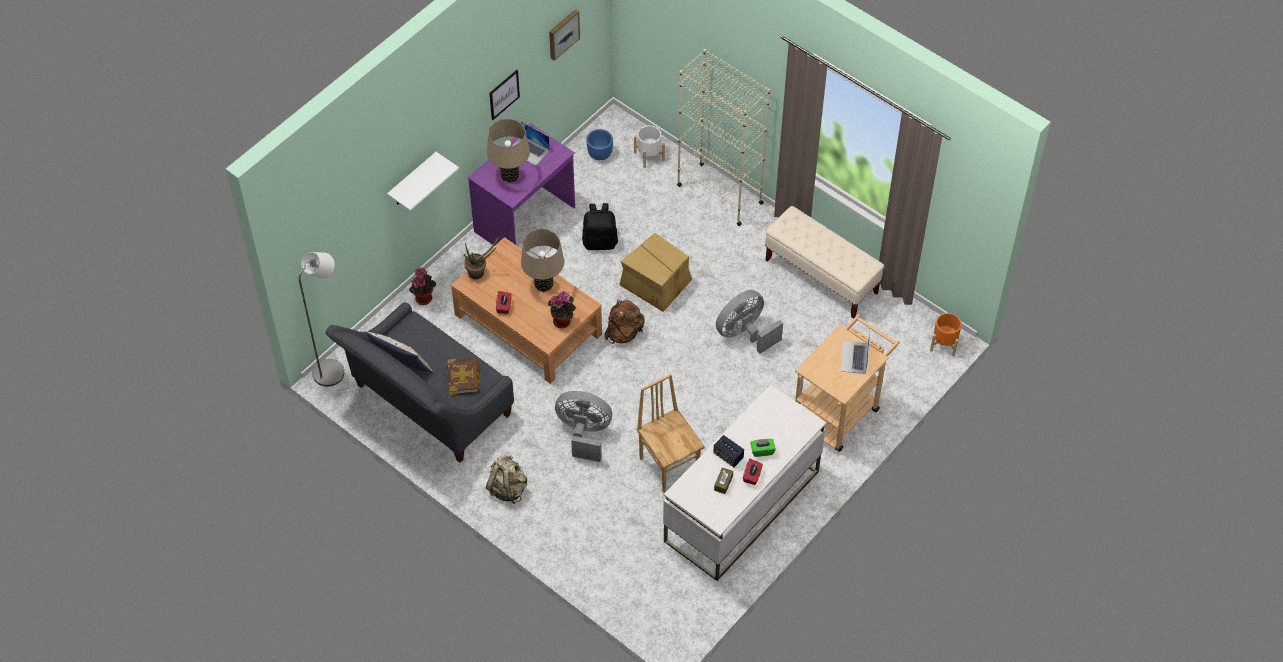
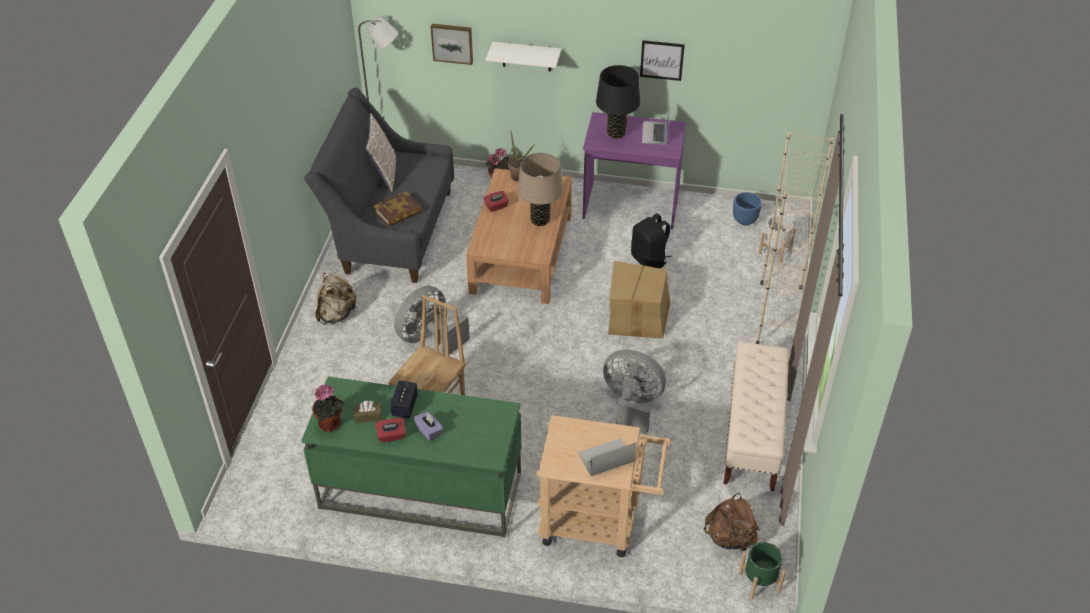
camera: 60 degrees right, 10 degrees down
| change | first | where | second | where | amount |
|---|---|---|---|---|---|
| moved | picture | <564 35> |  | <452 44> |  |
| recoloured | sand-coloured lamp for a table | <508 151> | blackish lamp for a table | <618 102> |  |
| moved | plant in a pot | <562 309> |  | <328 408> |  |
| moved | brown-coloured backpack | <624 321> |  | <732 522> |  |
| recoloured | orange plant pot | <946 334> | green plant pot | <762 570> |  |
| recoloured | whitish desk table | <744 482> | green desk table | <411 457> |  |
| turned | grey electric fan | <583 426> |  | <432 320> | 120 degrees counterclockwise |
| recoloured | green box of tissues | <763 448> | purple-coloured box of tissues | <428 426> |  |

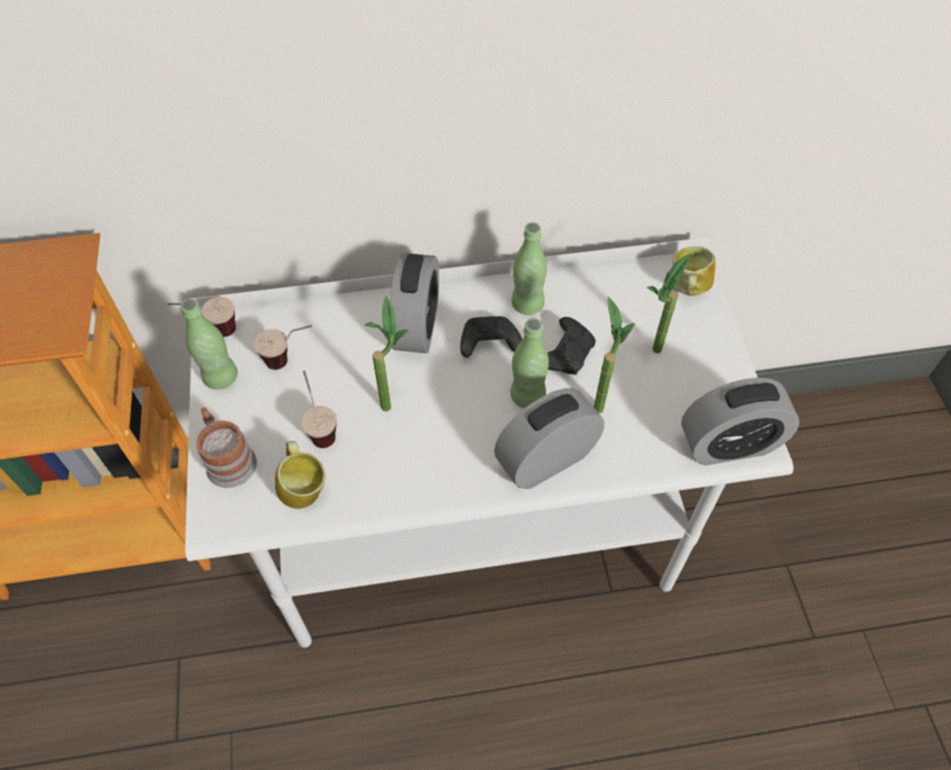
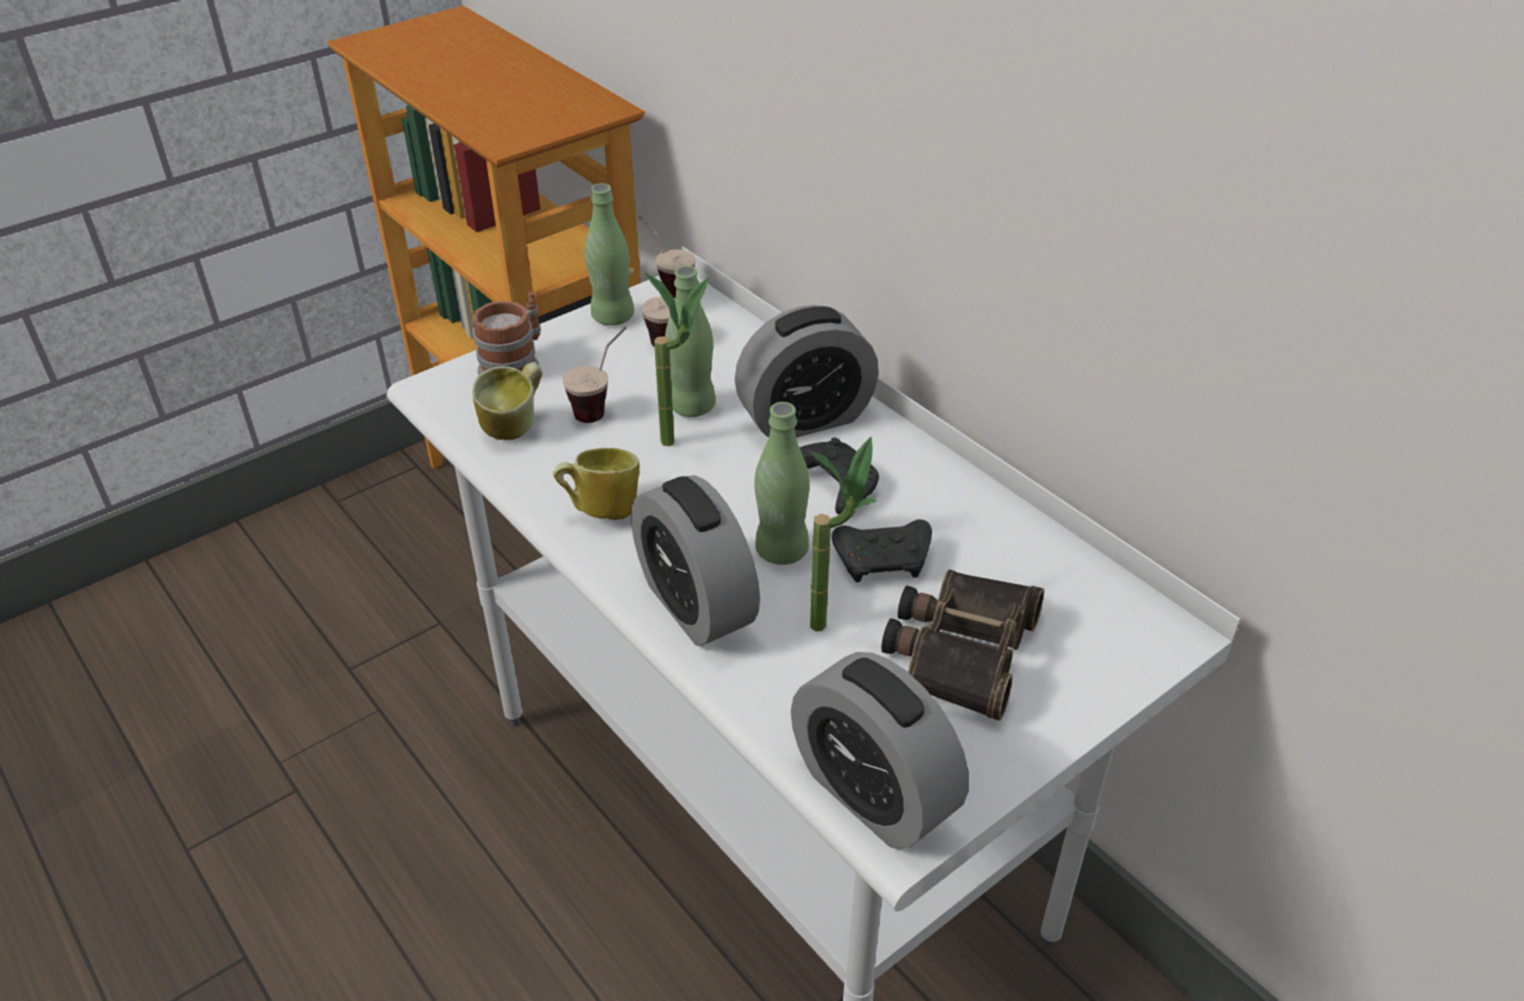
camera: 60 degrees right, 15 degrees down
| change | first | where | second | where | amount |
|---|---|---|---|---|---|
| moved | green beverage bottle | <529 268> |  | <690 341> |  |
| moved | coffee mug | <694 271> |  | <596 484> |  |
| replaced | plant in a pot | <668 303> | pair of binoculars | <962 645> |  |
| turned | table clock | <549 438> |  | <695 560> | 150 degrees counterclockwise |

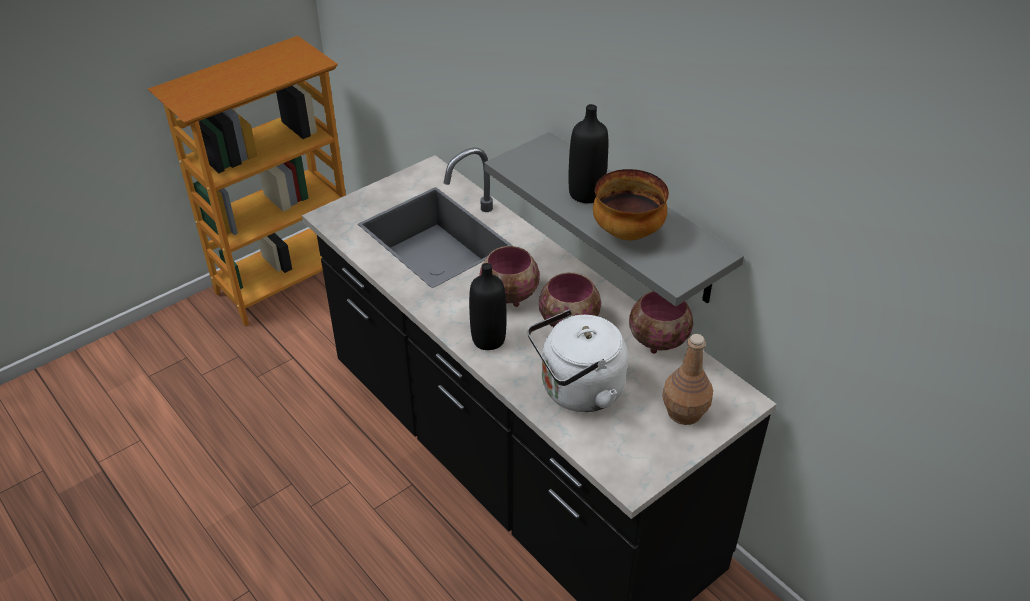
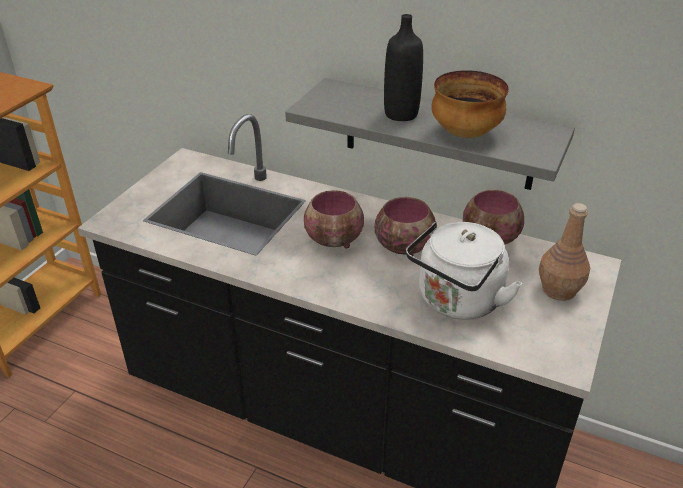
camera: 25 degrees left, 5 degrees down
| change | first | where | second | where | amount |
|---|---|---|---|---|---|
| removed | blackish beverage bottle | <488 306> |  |  |  |

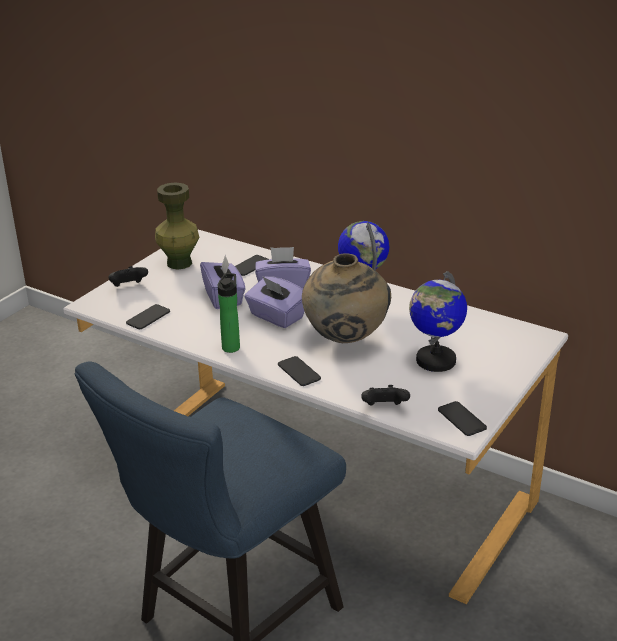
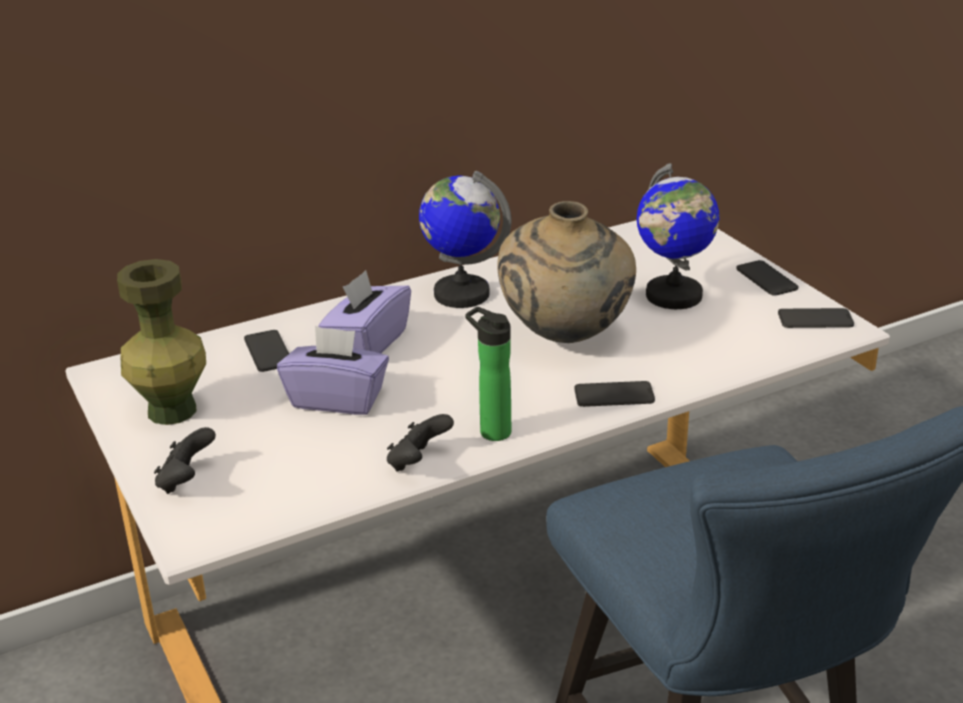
camera: 60 degrees left, 0 degrees up
| change | first | where | second | where | amount |
|---|---|---|---|---|---|
| removed | purple-coloured box of tissues | <274 302> |  |  |  |
| moved | phone | <148 316> |  | <767 278> |  |
| moved | blackish game controller | <385 395> |  | <420 443> |  |

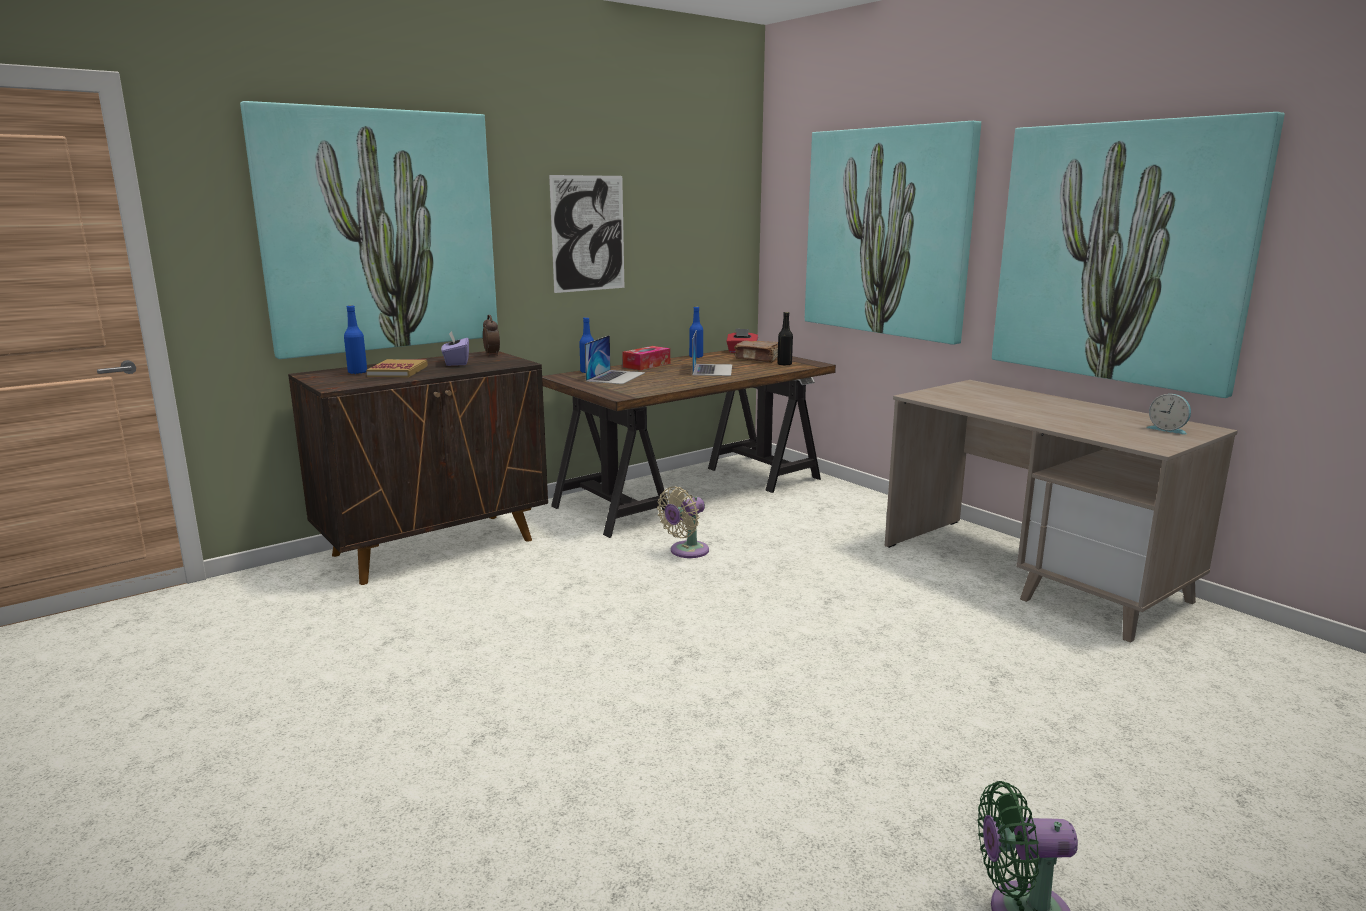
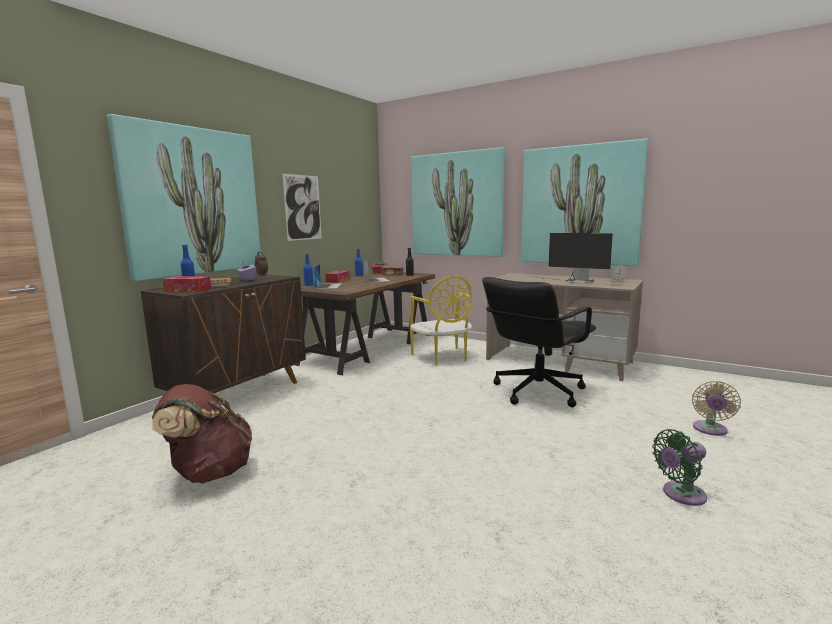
camera: 20 degrees left, 5 degrees down
| change | first | where | second | where | amount |
|---|---|---|---|---|---|
| moved | sand-coloured electric fan | <683 522> |  | <716 408> |  |
| added |  |  | computer screen | <576 258> |  |
| added |  |  | box of tissues | <187 284> |  |
| added |  |  | yellowish plain chair | <441 320> |  |
| added |  |  | blackish desk chair | <539 342> |  |
| added |  |  | brown-coloured backpack | <202 433> |  |

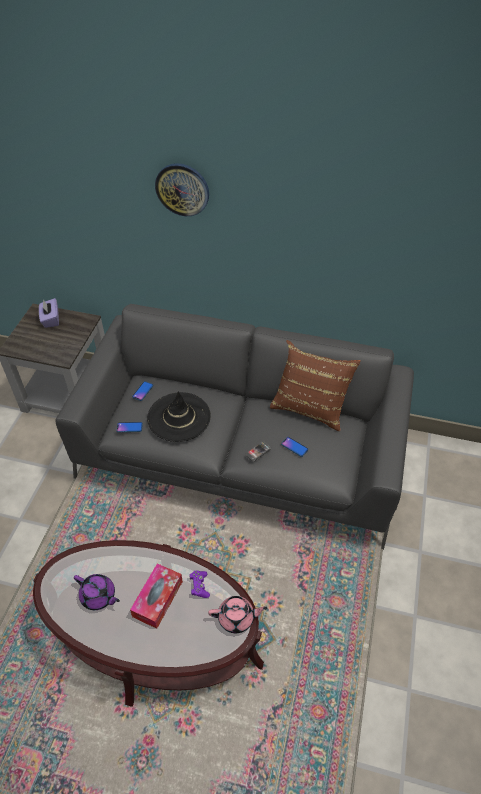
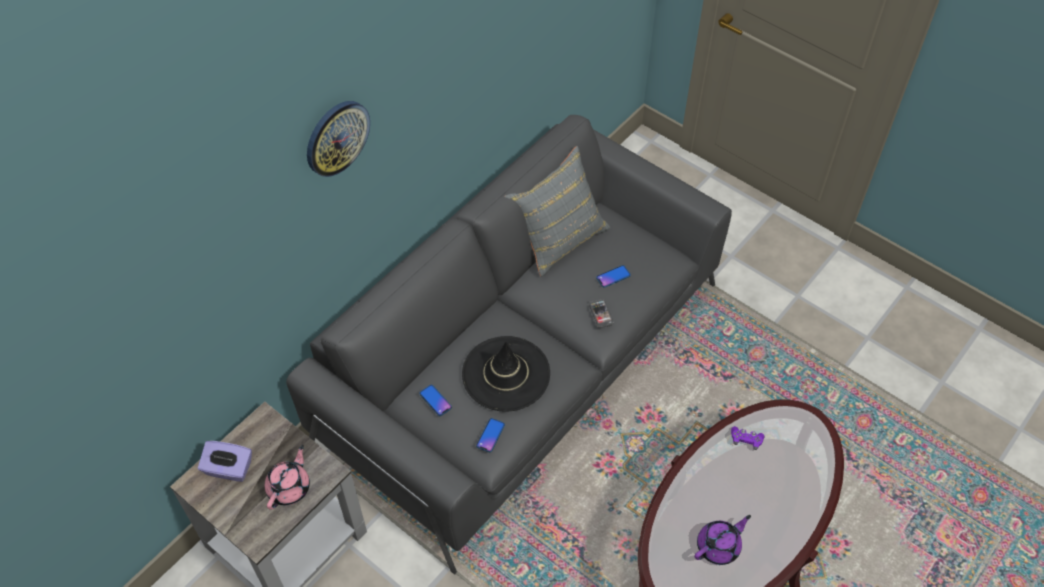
camera: 65 degrees left, 5 degrees up
| change | first | where | second | where | amount |
|---|---|---|---|---|---|
| recoloured | brown-coloured throw pillow | <315 385> | grey throw pillow | <557 211> |  |
| removed | box of tissues | <156 596> |  |  |  |
| moved | pinkish pot for tea | <238 614> |  | <287 477> |  |

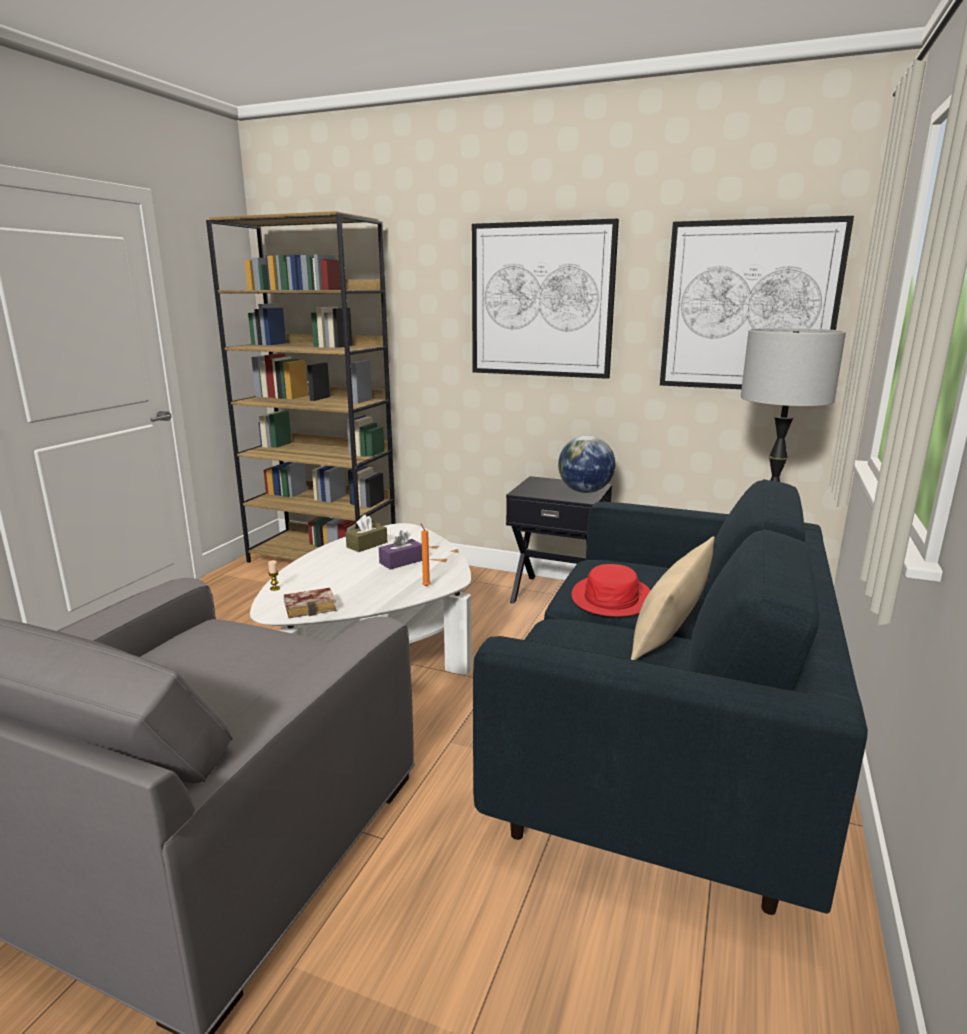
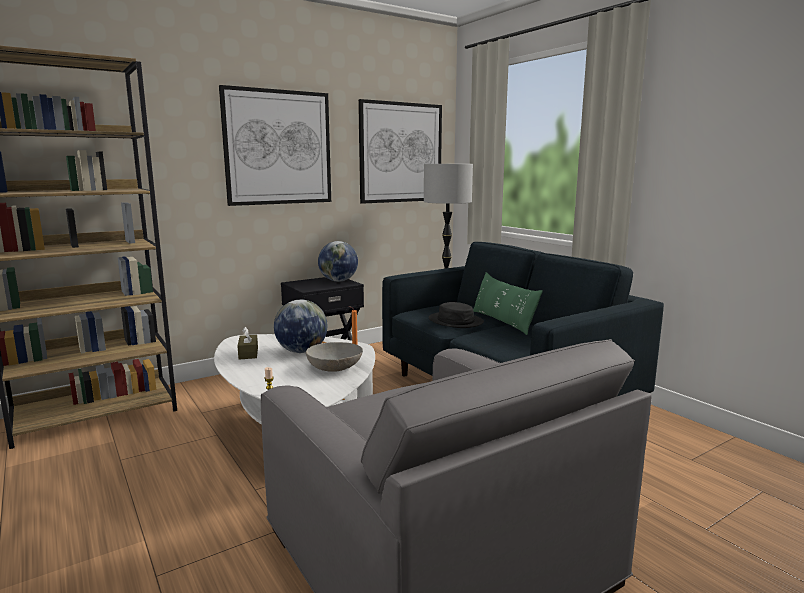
camera: 55 degrees left, 5 degrees down
| change | first | where | second | where | amount |
|---|---|---|---|---|---|
| replaced | purple-coloured box of tissues | <400 549> | globe | <300 326> |  |
| recoloured | sand-coloured throw pillow | <673 598> | green throw pillow | <508 303> |  |
| recoloured | red wearable hat | <611 590> | blackish wearable hat | <456 315> |  |
| removed | volume | <310 603> |  |  |  |
| added |  |  | grey serving bowl | <334 357> |  |

